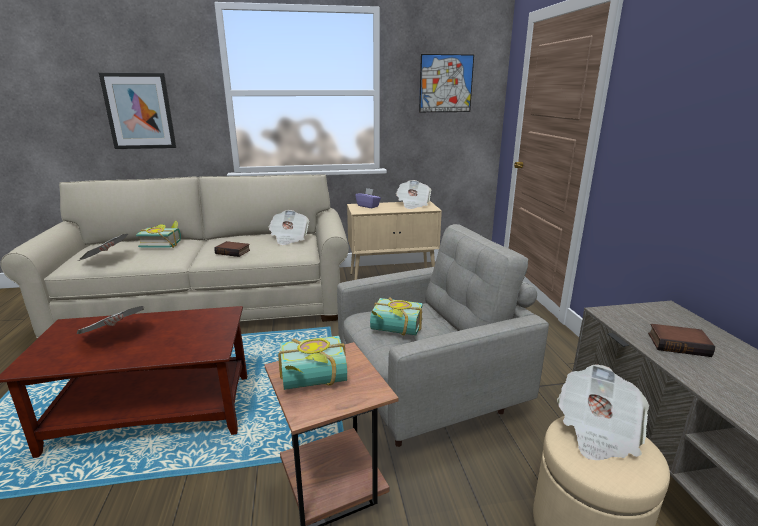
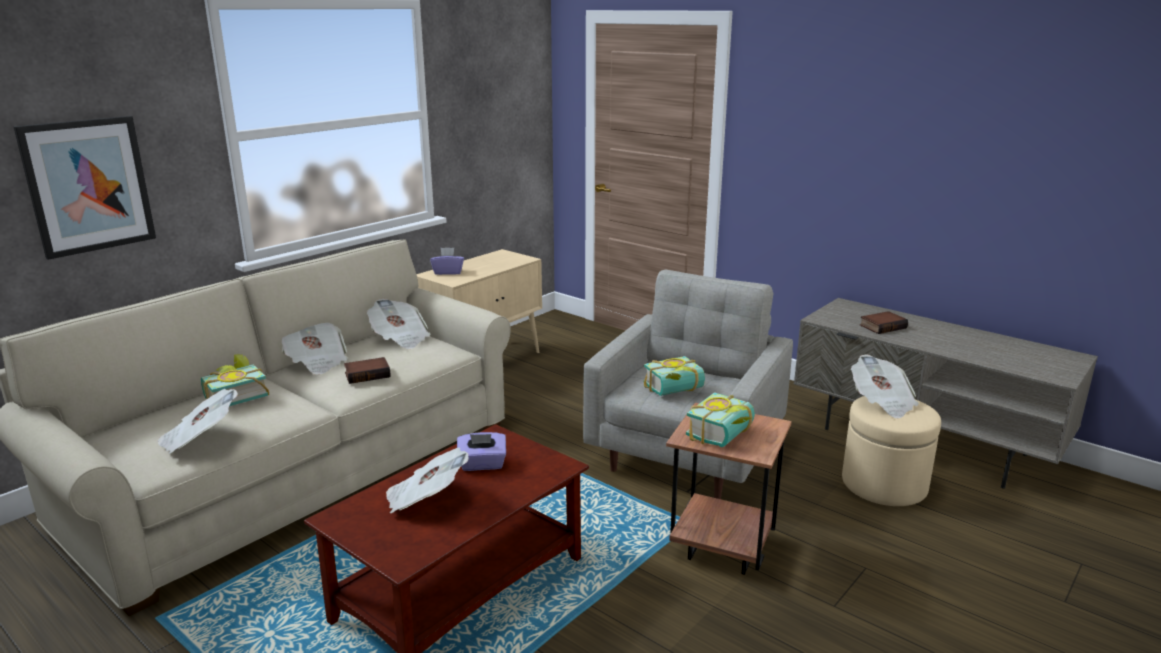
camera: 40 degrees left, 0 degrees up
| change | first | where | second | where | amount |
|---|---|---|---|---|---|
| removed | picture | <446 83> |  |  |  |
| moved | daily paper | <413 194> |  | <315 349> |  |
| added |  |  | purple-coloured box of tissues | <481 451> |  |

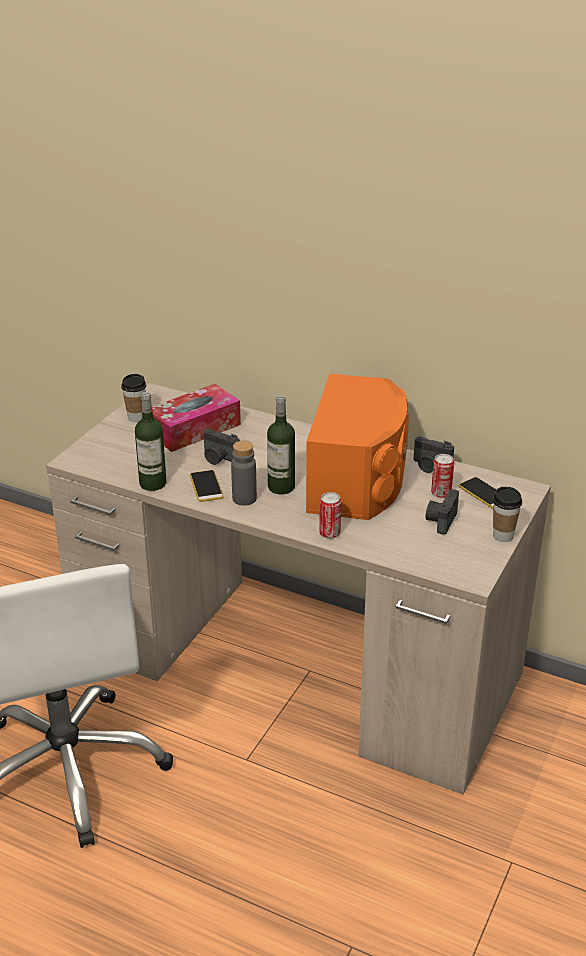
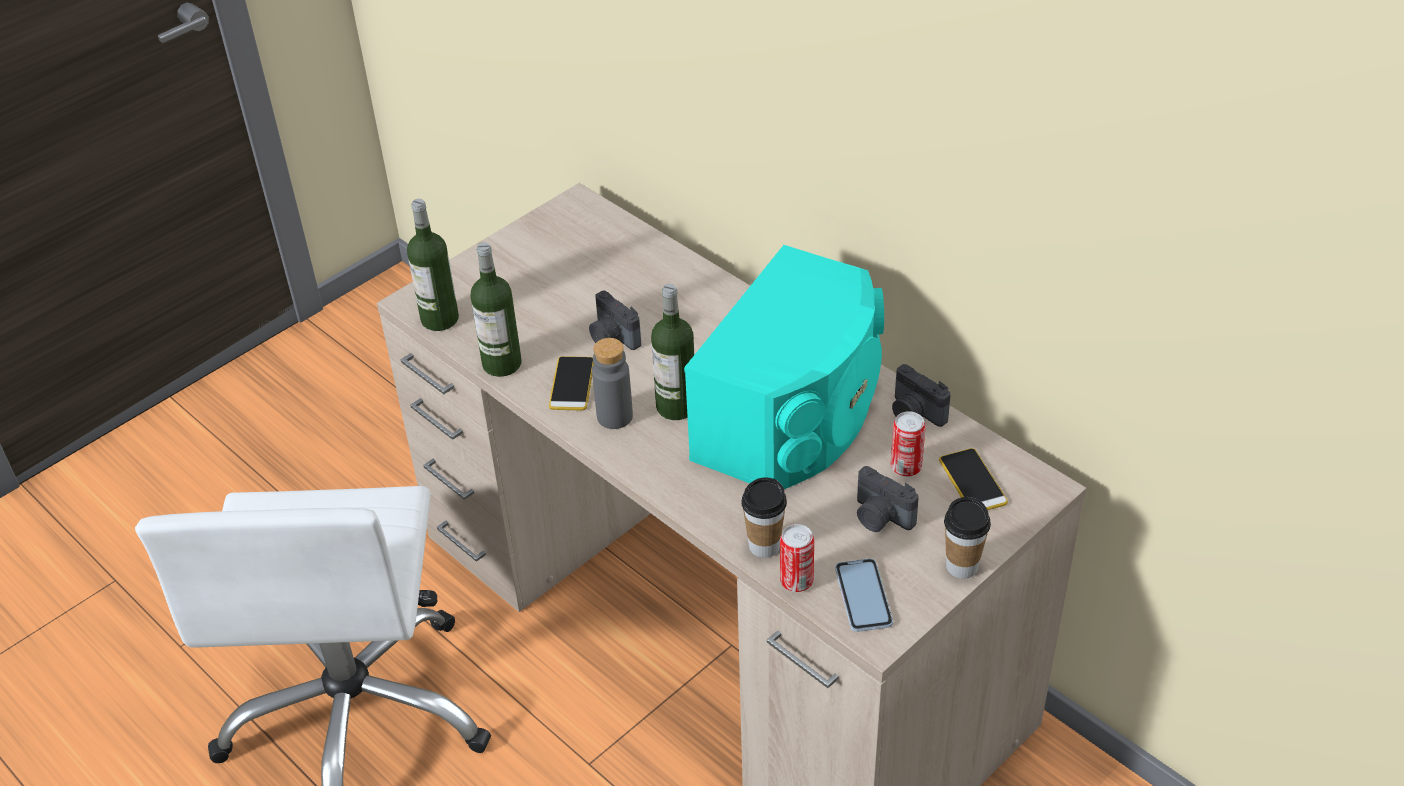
camera: 20 degrees right, 10 degrees up
| change | first | where | second | where | amount |
|---|---|---|---|---|---|
| moved | cup | <133 398> |  | <764 518> |  |
| recoloured | orange speaker | <357 447> | turquoise-coloured speaker | <784 367> |  |
| removed | box of tissues | <196 418> |  |  |  |
| turned | photo camera | <442 512> |  | <888 499> | 90 degrees counterclockwise |
| moved | metal can | <330 515> |  | <797 558> |  |
| added |  |  | beverage bottle | <433 265> |  |
| added |  |  | phone | <864 595> |  |

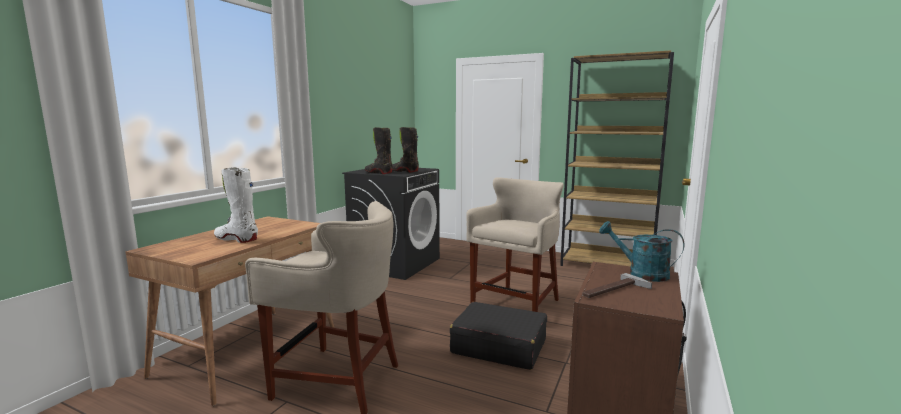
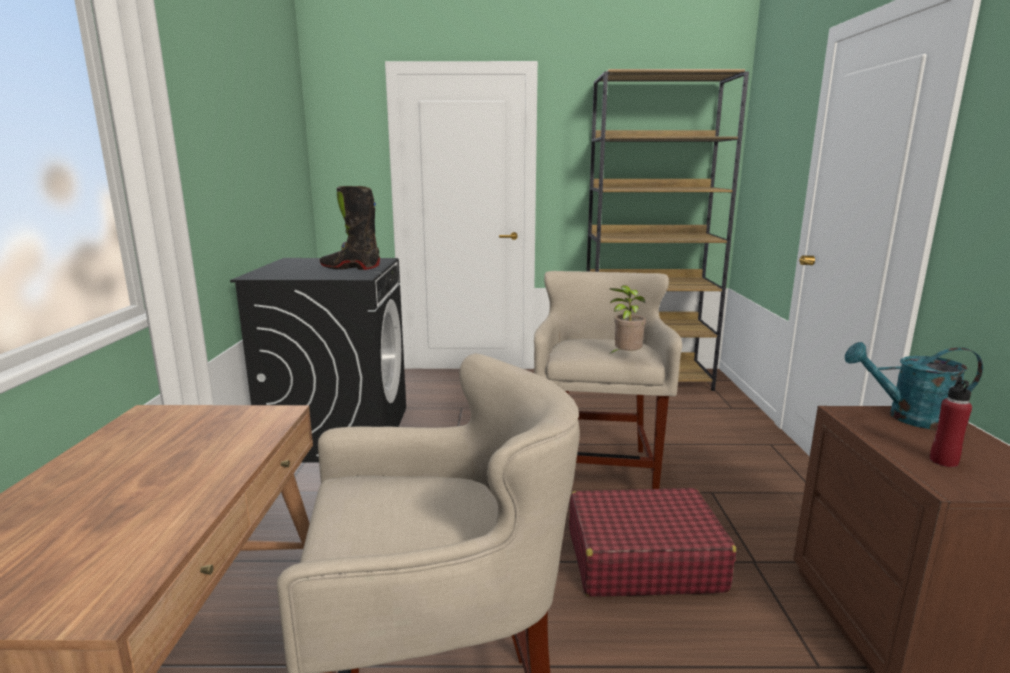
camera: 25 degrees left, 5 degrees up
| change | first | where | second | where | amount |
|---|---|---|---|---|---|
| removed | blackish high-top boot | <379 150> |  |  |  |
| removed | whitish high-top boot | <236 205> |  |  |  |
| replaced | hand hammer | <617 285> | red beverage bottle | <951 421> |  |
| recoloured | blackish piece of luggage | <498 336> | red piece of luggage | <653 542> |  |
| added |  |  | plant in a pot | <628 319> |  |

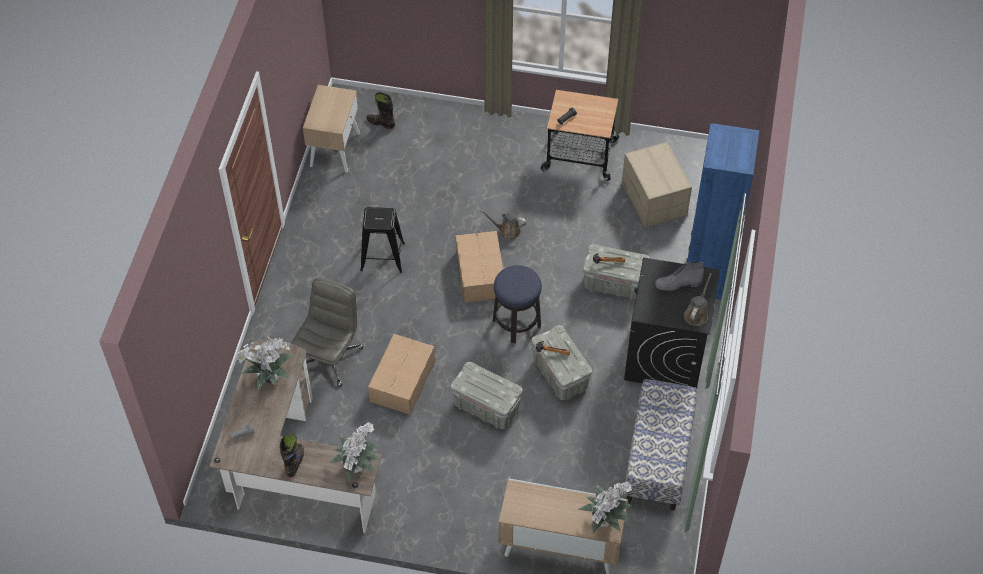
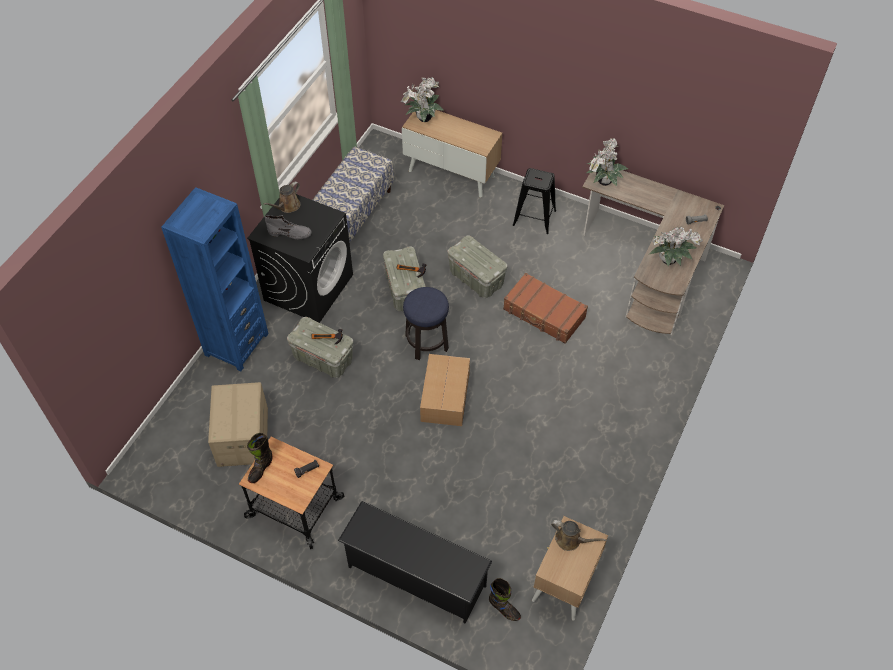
camera: 165 degrees left, 0 degrees up
| change | first | where | second | where | amount |
|---|---|---|---|---|---|
| moved | blackish sitting stool | <382 240> |  | <534 201> |  |
| moved | brown-coloured watering pot | <503 225> |  | <578 535> |  |
| removed | grey desk chair | <327 332> |  |  |  |
| replaced | carton | <401 374> | brown-coloured piece of luggage | <545 308> |  |
| moved | blackish high-top boot | <291 456> |  | <260 458> |  |
| added |  |  | blackish shoe stand | <415 562> |  |

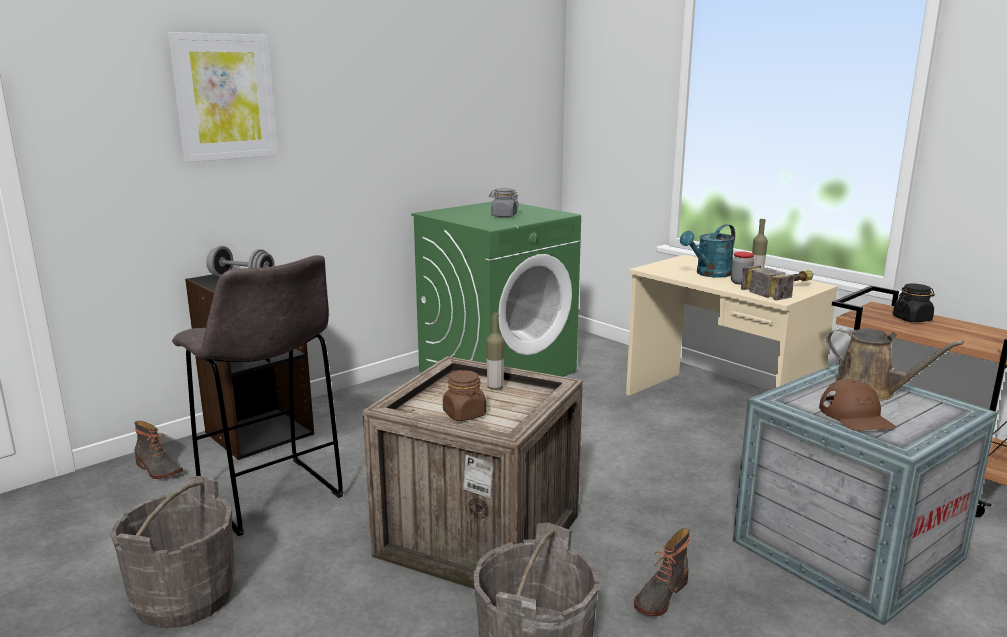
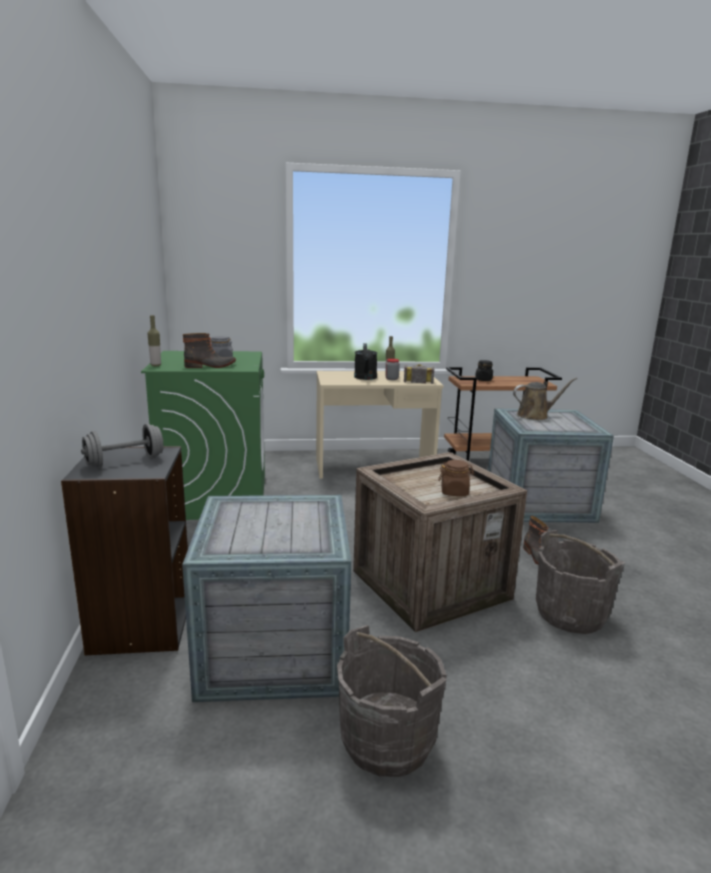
camera: 55 degrees left, 0 degrees up
| change | first | where | second | where | amount |
|---|---|---|---|---|---|
| removed | picture | <222 97> |  |  |  |
| recoloured | turquoise-coloured watering pot | <707 251> | blackish watering pot | <365 361> |  |
| replaced | grey sitting stool | <257 395> | shipping crate | <266 598> |  |
| moved | beverage bottle | <495 351> |  | <154 340> |  |
| removed | brown-coloured cap | <857 405> |  |  |  |
| moved | high-top boot | <158 450> |  | <209 350> |  |

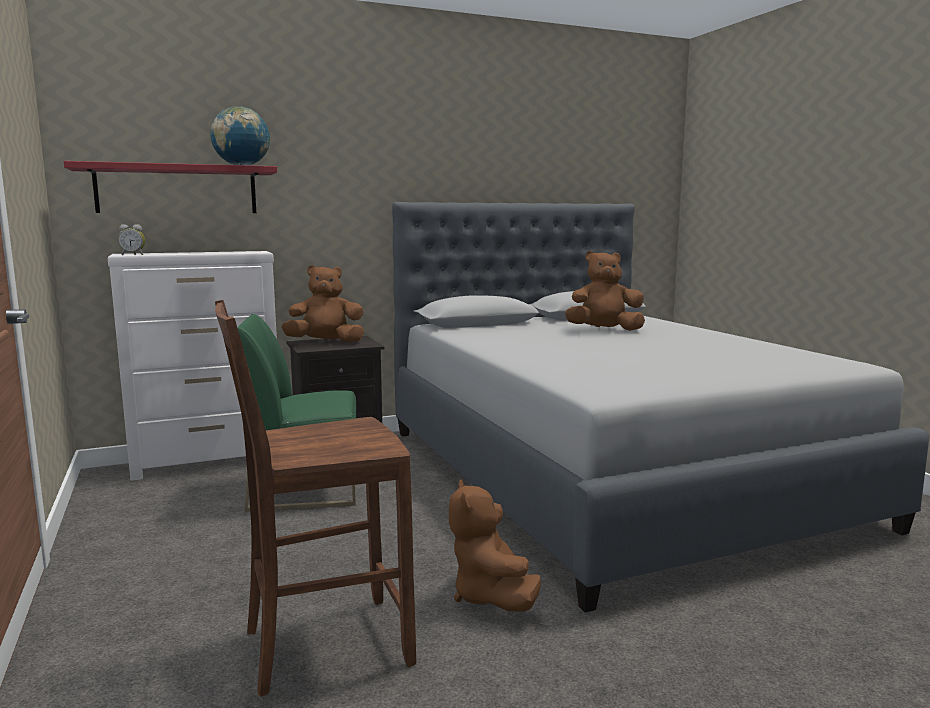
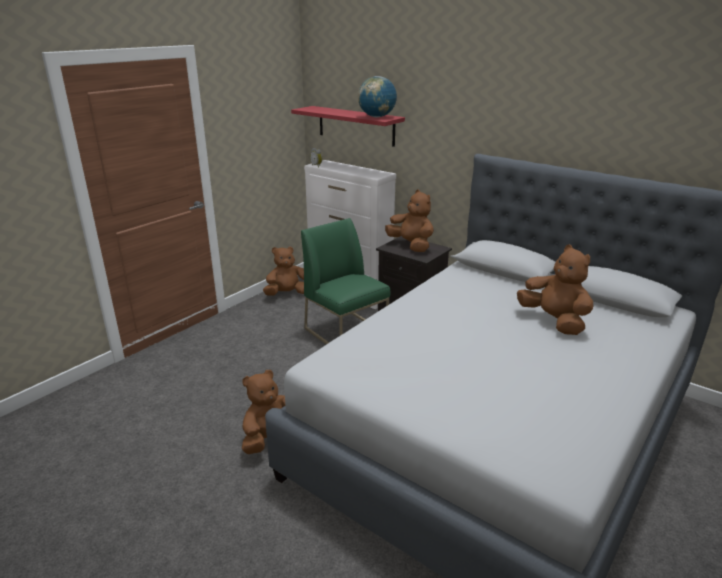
camera: 60 degrees right, 15 degrees up
| change | first | where | second | where | amount |
|---|---|---|---|---|---|
| removed | brown-coloured plain chair | <315 498> |  |  |  |
| added |  |  | brown-coloured soft toy | <283 271> |  |

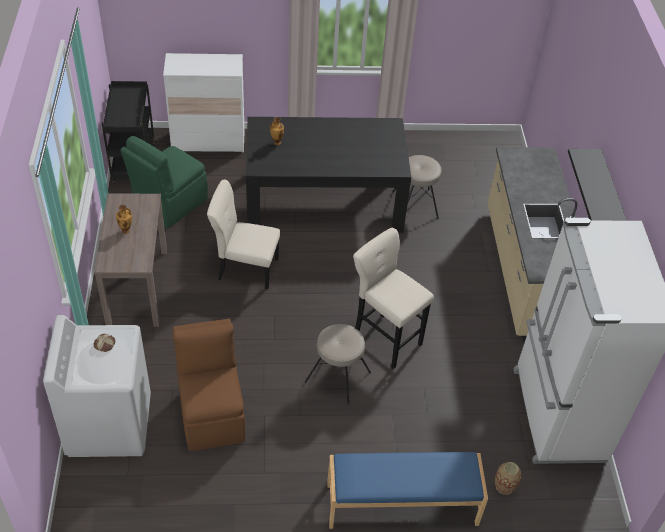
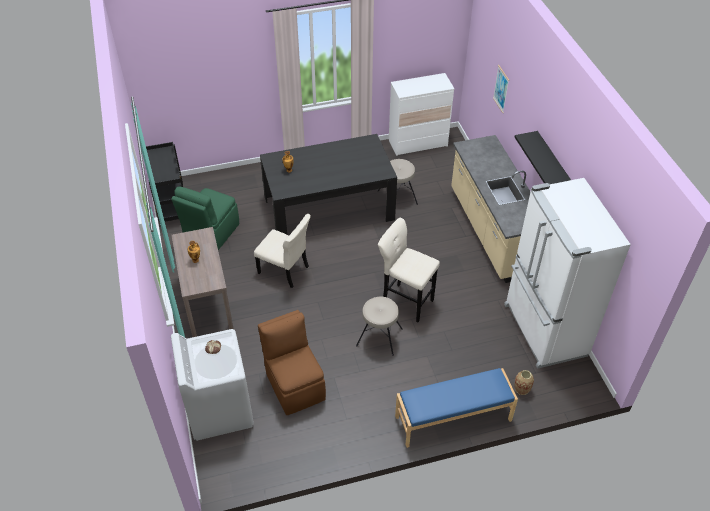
camera: 10 degrees left, 0 degrees up
| change | first | where | second | where | amount |
|---|---|---|---|---|---|
| moved | whitish drawer chest | <204 103> |  | <421 114> |  |
| turned | sand-coloured plain chair | <243 234> |  | <282 251> | 150 degrees counterclockwise |
| added |  |  | picture | <501 89> |  |

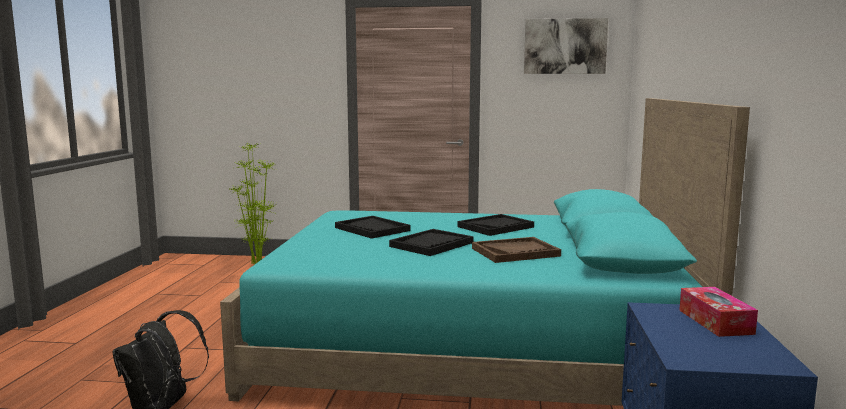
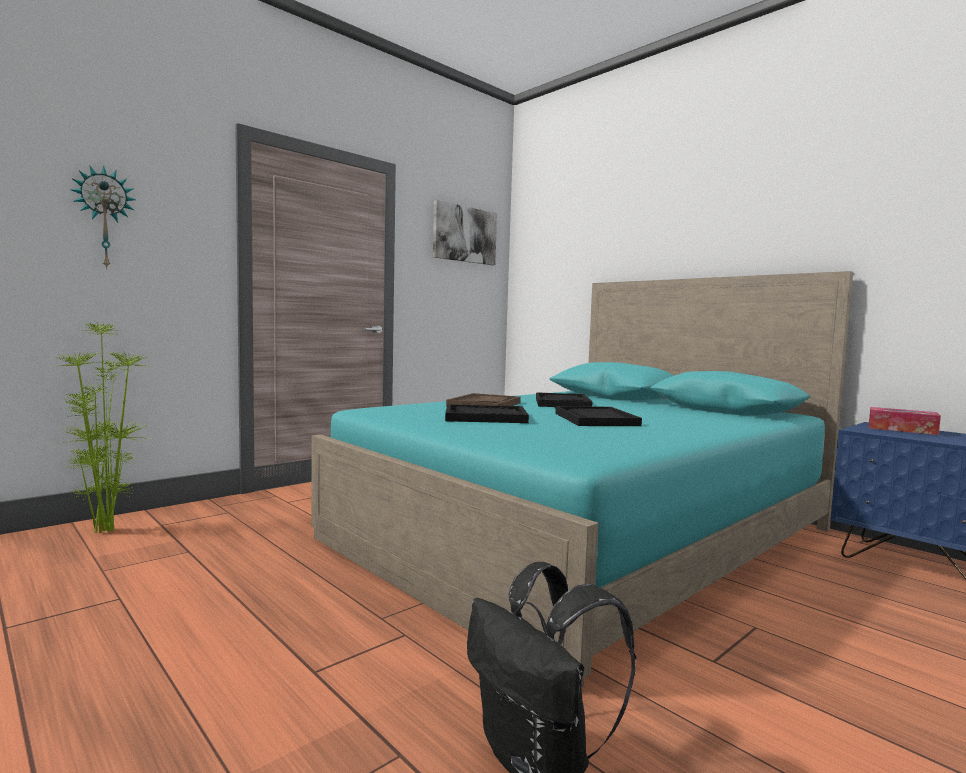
camera: 50 degrees left, 5 degrees down
| change | first | where | second | where | amount |
|---|---|---|---|---|---|
| moved | brown-coloured carrying tray | <516 250> |  | <483 400> |  |
| added |  |  | clock on the wall | <103 218> |  |

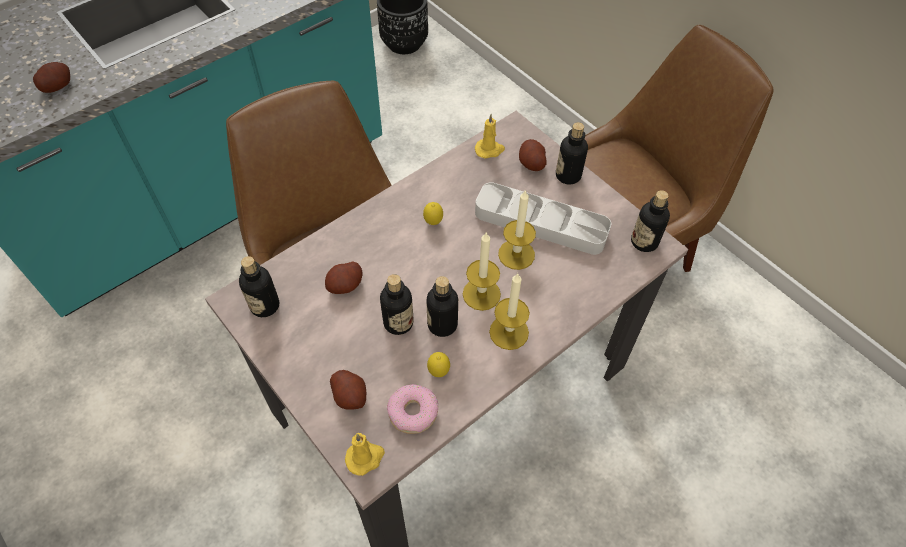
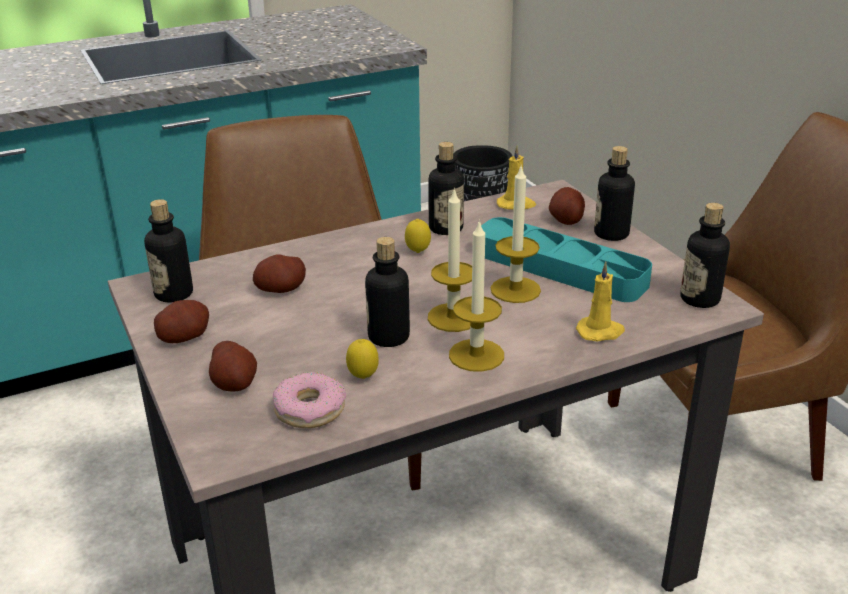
camera: 15 degrees right, 25 degrees down
| change | first | where | second | where | amount |
|---|---|---|---|---|---|
| moved | potato | <51 77> |  | <181 321> |  |
| recoloured | grey carrying tray | <543 218> | turquoise-coloured carrying tray | <566 259> |  |
| moved | beverage bottle | <397 304> |  | <446 188> |  |
| moved | yellowish candle | <365 454> |  | <600 302> |  |

